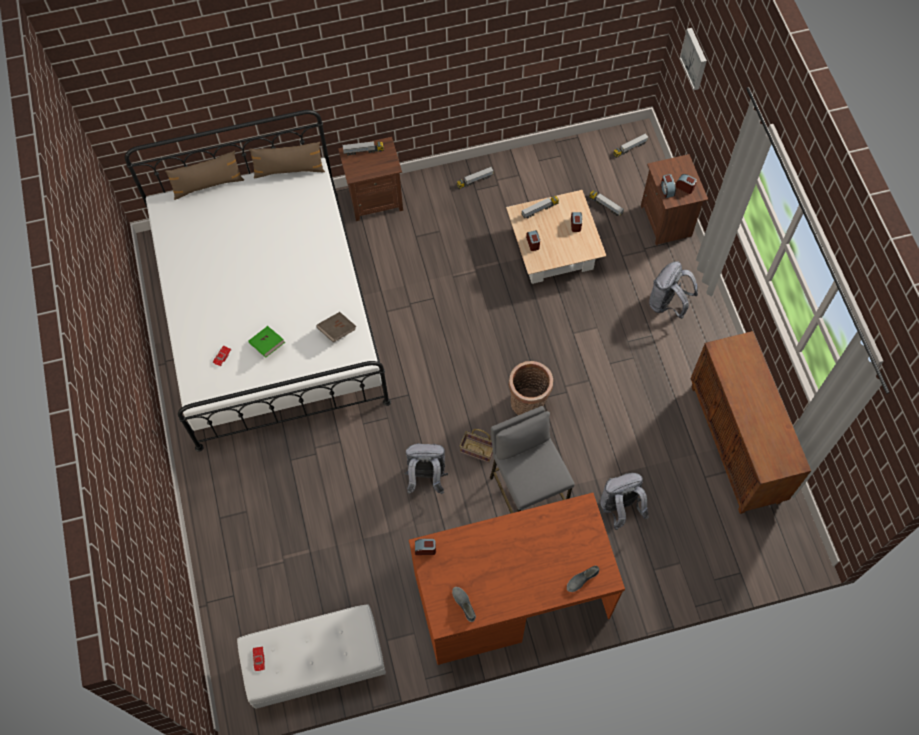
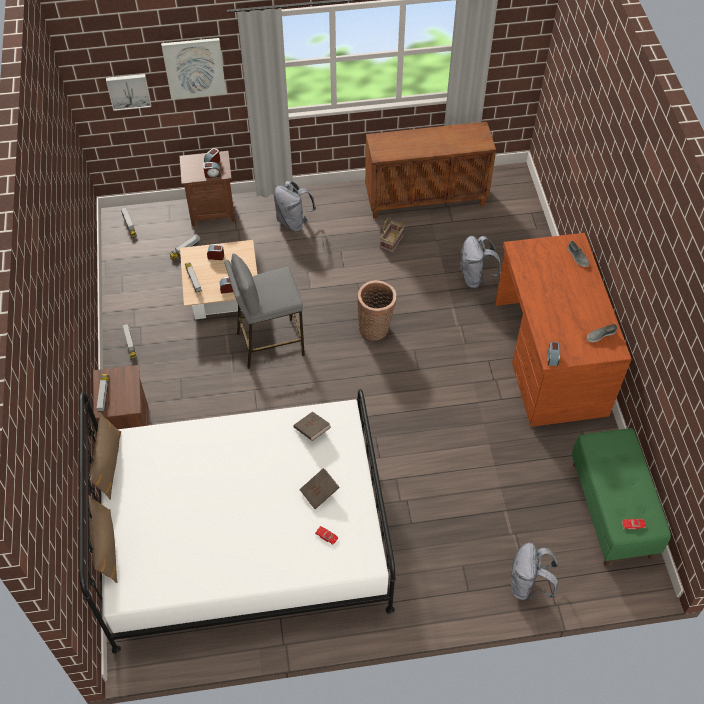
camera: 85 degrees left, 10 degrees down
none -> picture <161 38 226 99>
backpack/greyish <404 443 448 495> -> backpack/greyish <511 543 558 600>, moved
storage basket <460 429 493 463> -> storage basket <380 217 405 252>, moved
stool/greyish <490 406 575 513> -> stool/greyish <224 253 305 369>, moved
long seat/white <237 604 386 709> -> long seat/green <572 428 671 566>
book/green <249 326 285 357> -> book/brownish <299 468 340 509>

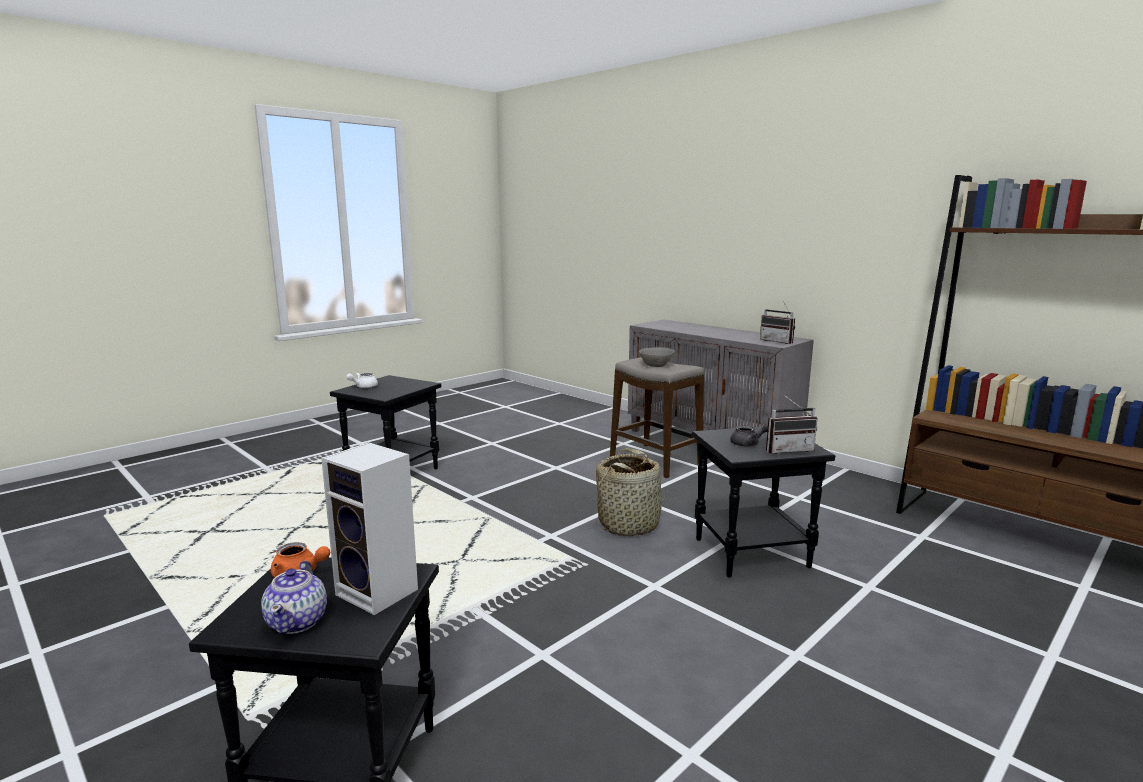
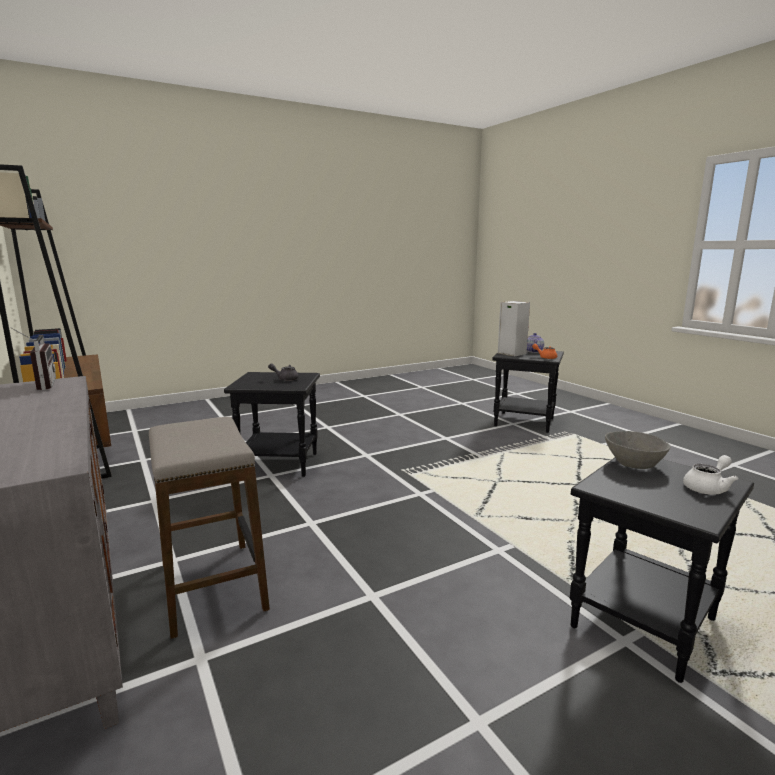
camera: 165 degrees left, 0 degrees up
storage basket <596 448 668 536> -> none
radio set <766 393 817 454> -> none
deep dish/greyish <639 347 675 367> -> deep dish/greyish <605 431 670 469>, moved

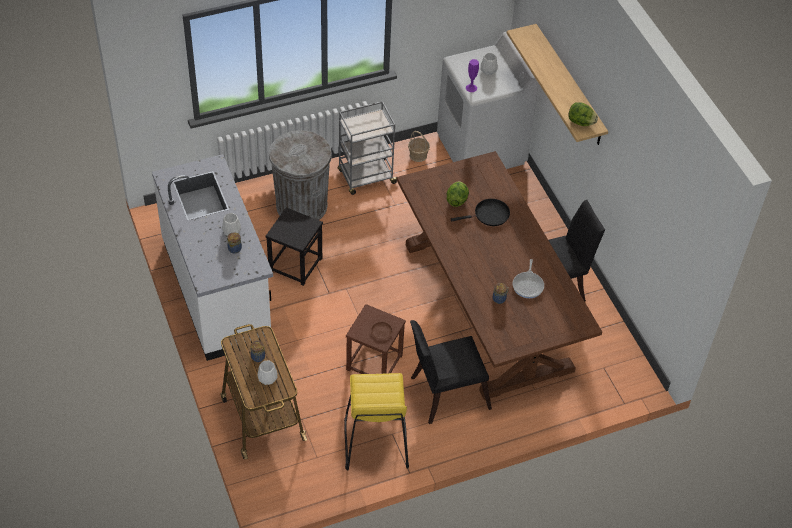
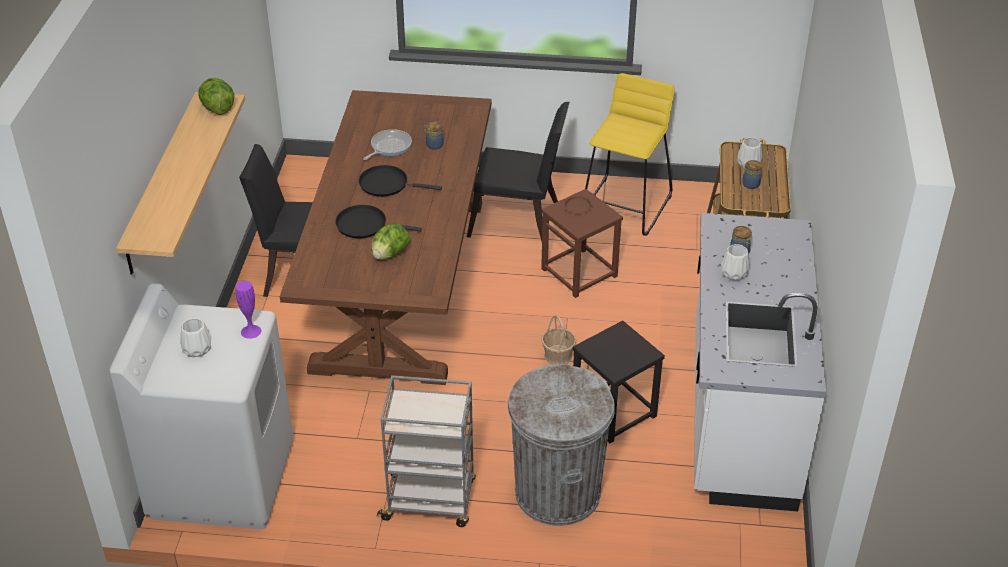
camera: 150 degrees left, 10 degrees down
none -> pan/black-coloured <359 165 442 197>
storage basket <408 131 430 162> -> storage basket <541 315 576 365>, moved

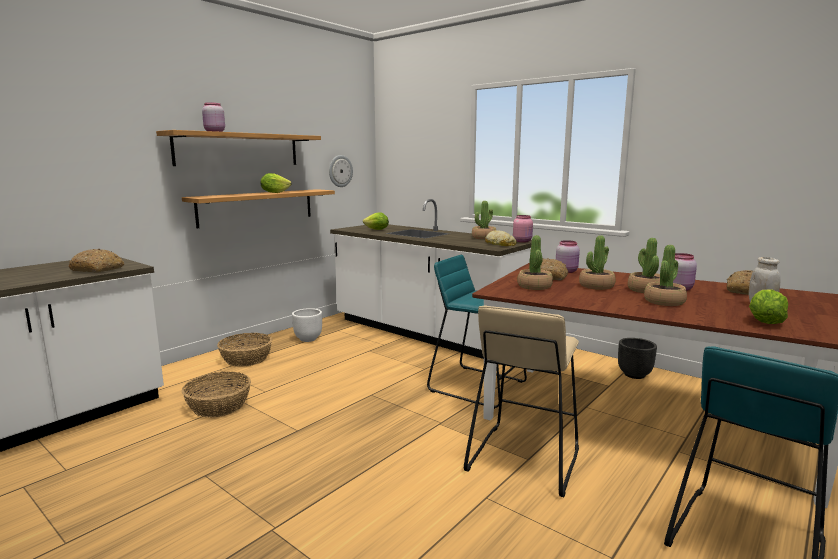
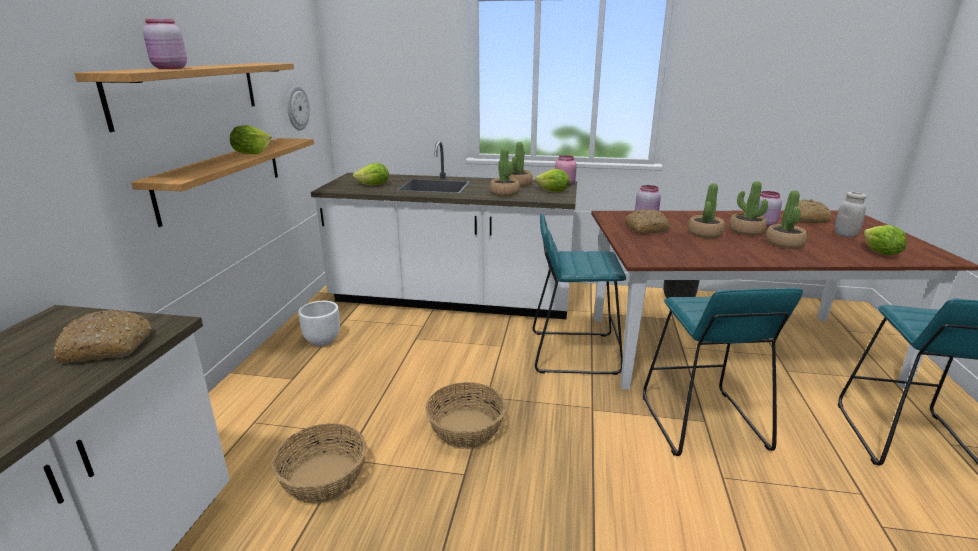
camera: 30 degrees left, 10 degrees up
storage basket <217 333 272 367> -> storage basket <425 382 506 449>, moved
houseplant <517 235 553 290> -> houseplant <490 148 520 196>, moved
baked bread <485 230 517 246> -> lettuce <535 169 570 192>
stool/sand-coloured <464 305 579 497> -> stool/turquoise <643 288 803 456>

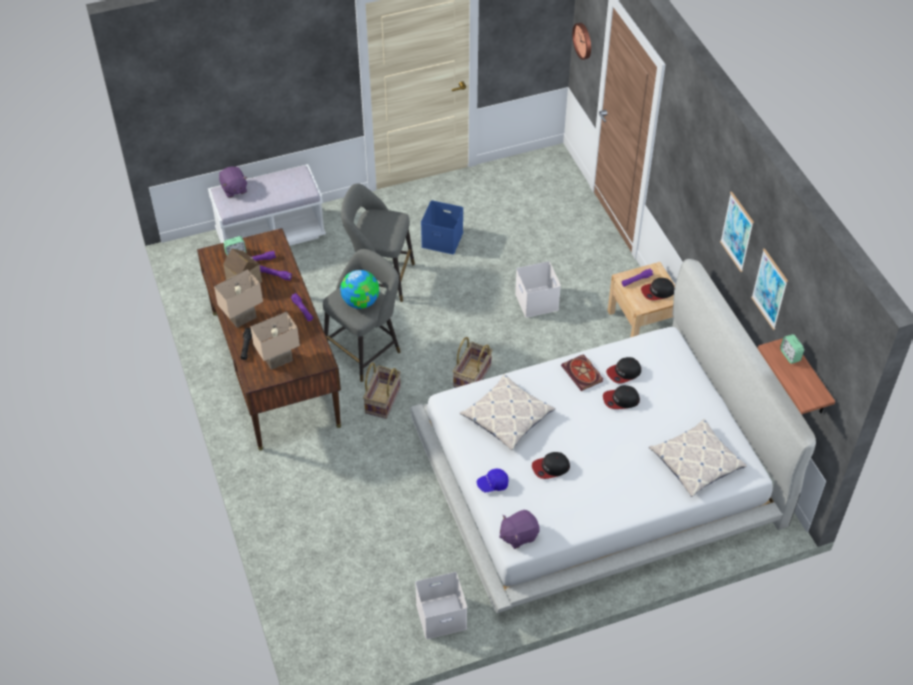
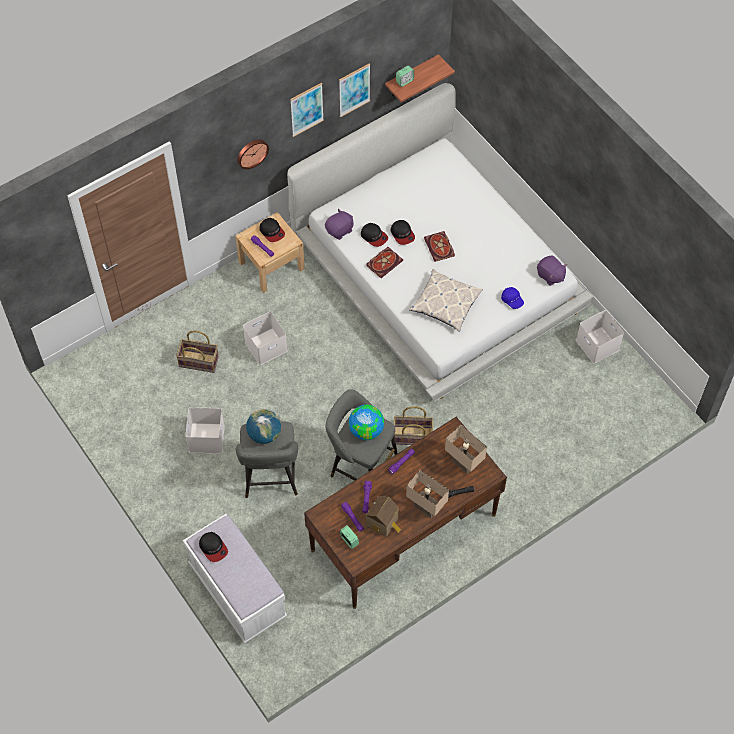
camera: 105 degrees left, 10 degrees up
cushion <649 419 747 497> -> none
none -> desk globe <246 409 281 444>
none -> book <424 231 455 262>
cuddly toy/purple <219 166 248 198> -> cuddly toy/purple <325 209 354 240>, moved
storage basket <453 337 492 388> -> storage basket <176 330 219 373>, moved
peaked cap <532 452 570 479> -> peaked cap <199 532 228 562>, moved
hanging clock <572 23 591 60> -> hanging clock <237 140 269 169>, moved
storage container/blue-coloured <421 200 463 254> -> storage container/white <185 407 224 454>

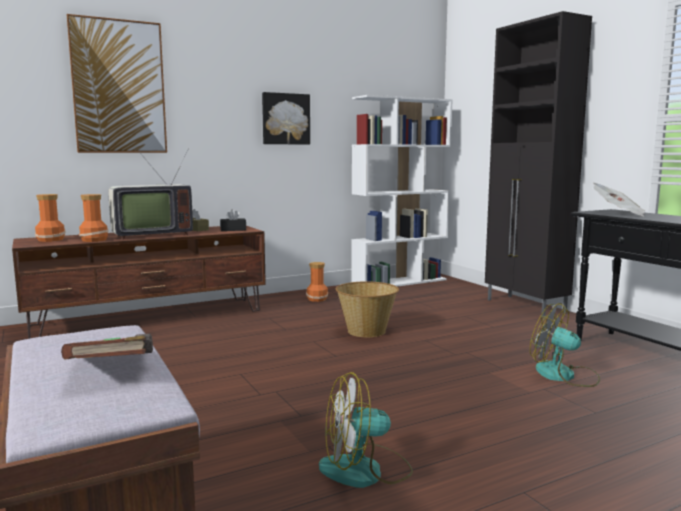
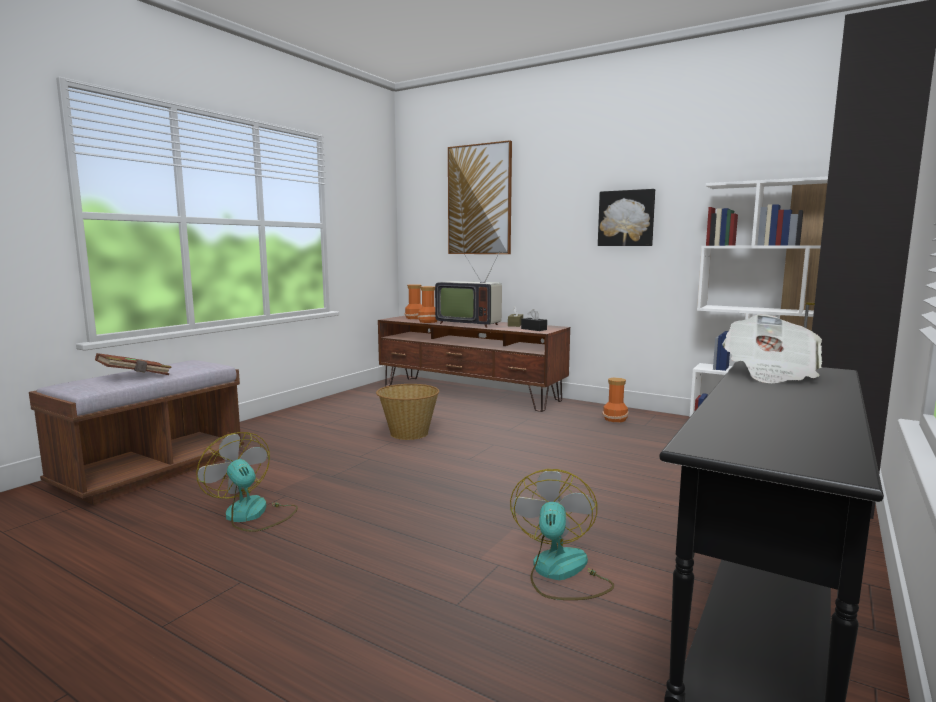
camera: 60 degrees right, 0 degrees up
storage basket <336 281 399 337> -> storage basket <376 384 439 440>, moved

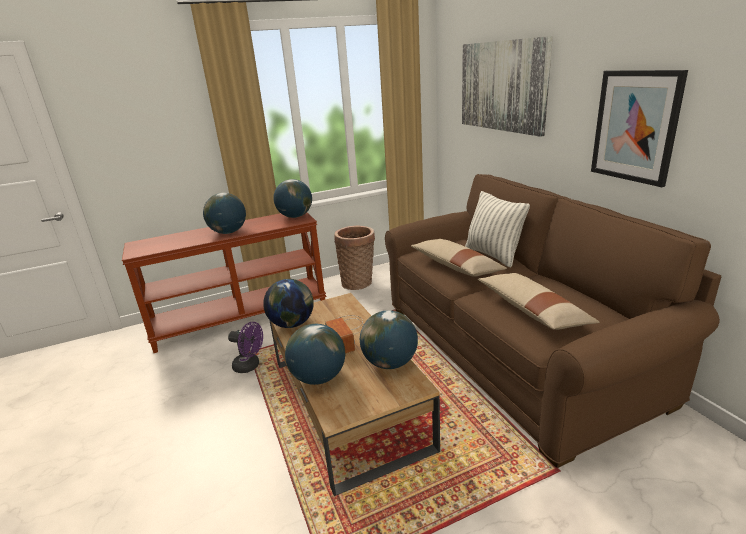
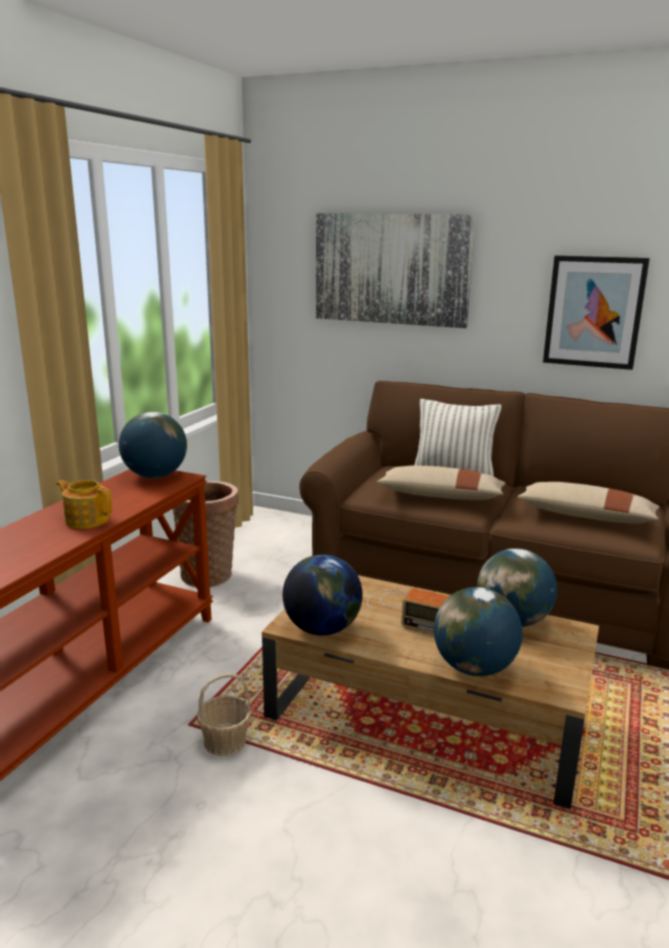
camera: 45 degrees left, 5 degrees down
desk globe <203 193 246 234> -> tea pot <56 480 112 529>
cooling fan/purple <228 322 263 373> -> storage basket <197 673 251 756>

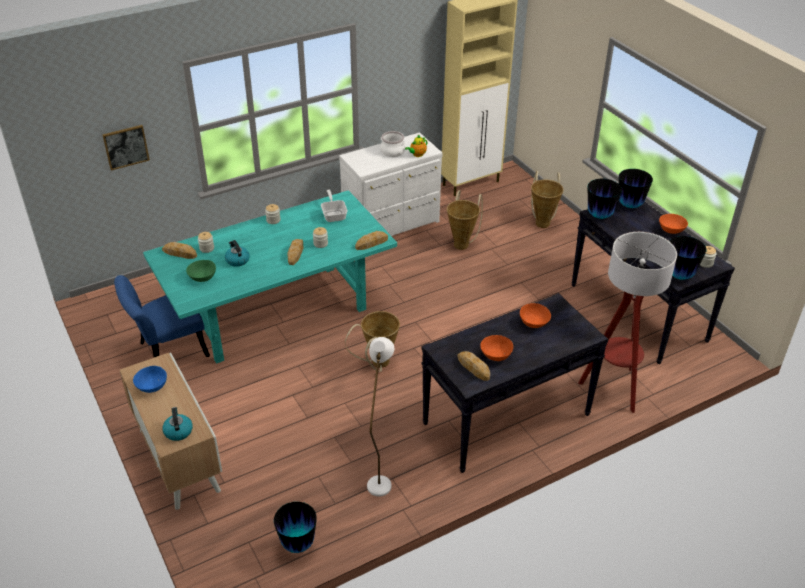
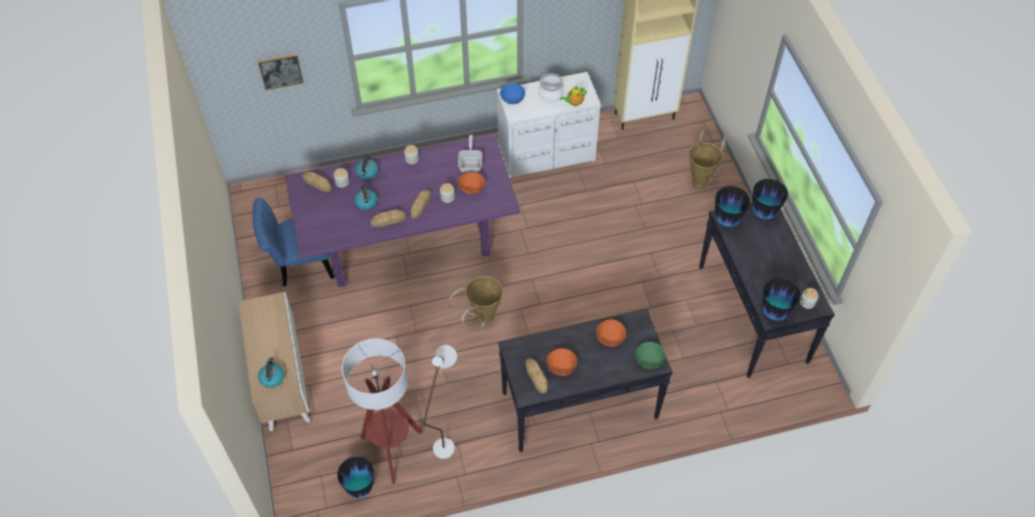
camera: 15 degrees right, 15 degrees up
storage basket <447 190 483 250> -> none
none -> tea kettle <356 155 378 179>
deep dish/blue-coloured <133 366 167 393> -> deep dish/blue-coloured <500 83 525 104>, moved
deep dish/green <186 260 216 282> -> deep dish/green <635 342 666 369>, moved
baked bread <355 231 388 250> -> baked bread <370 209 406 227>, moved
standing lamp <578 232 677 413> -> standing lamp <342 338 423 484>, moved
deep dish/orange-coloured <659 214 688 234> -> deep dish/orange-coloured <458 172 485 194>, moved
dinner table/turquoise <143 190 397 364> -> dinner table/purple <285 134 520 287>

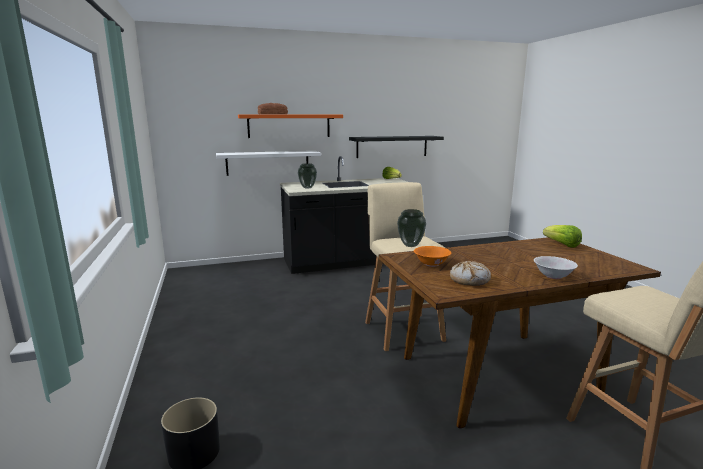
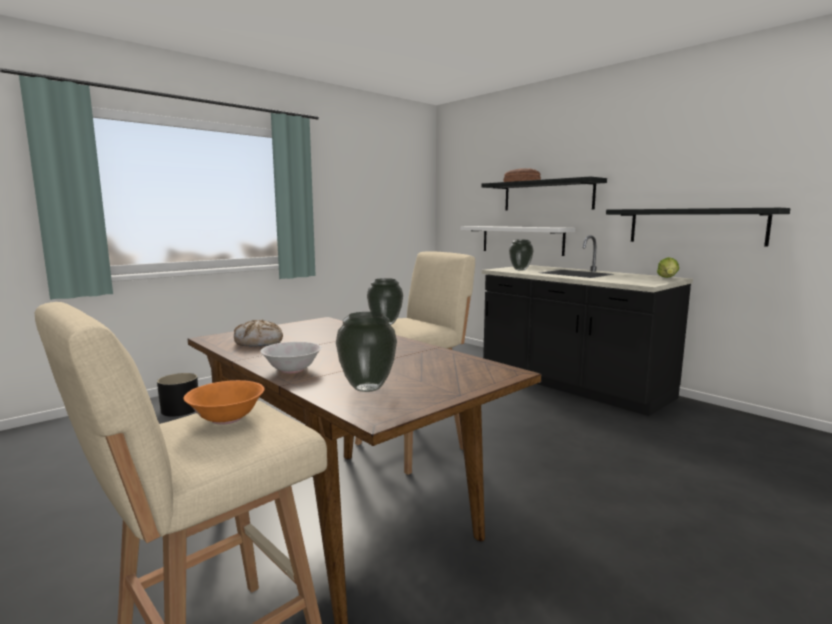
camera: 65 degrees right, 5 degrees down
lettuce <543 225 582 248> -> none
none -> flower vase <336 312 397 392>
deep dish/orange-coloured <414 246 451 267> -> deep dish/orange-coloured <184 380 264 425>, moved
shelf/orange-coloured <238 115 343 138> -> shelf/black-coloured <481 176 607 211>

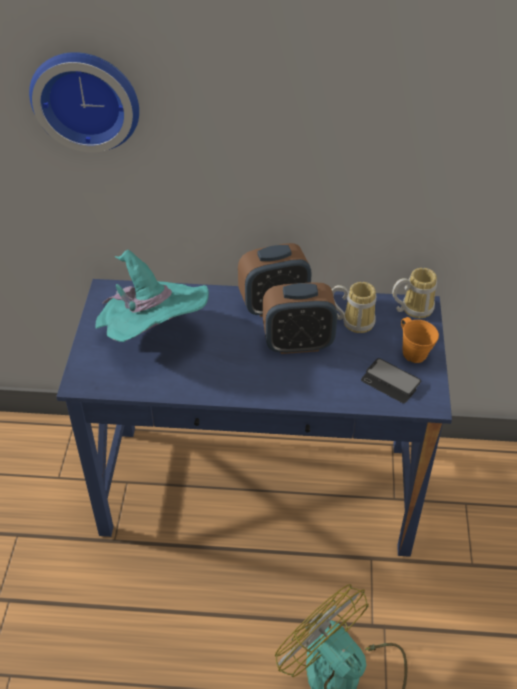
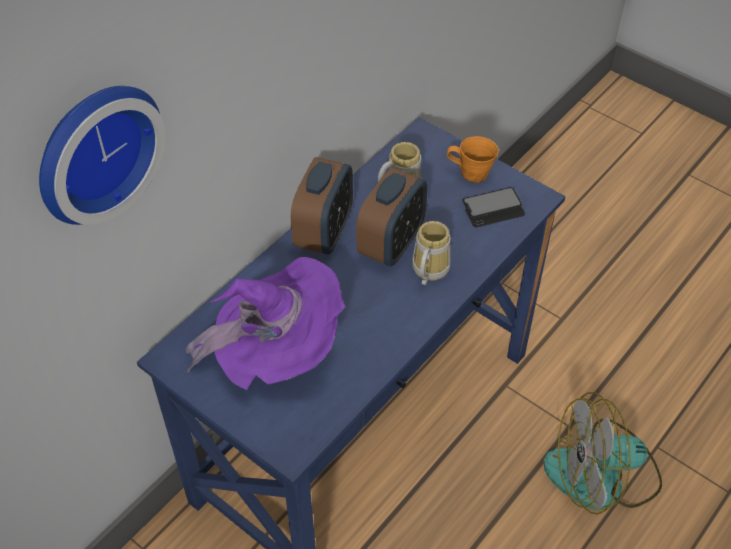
camera: 55 degrees left, 5 degrees up
mug <392 268 437 318> -> mug <412 221 451 285>, moved
clothing hat/turquoise <96 250 209 342> -> clothing hat/purple <186 257 345 390>

